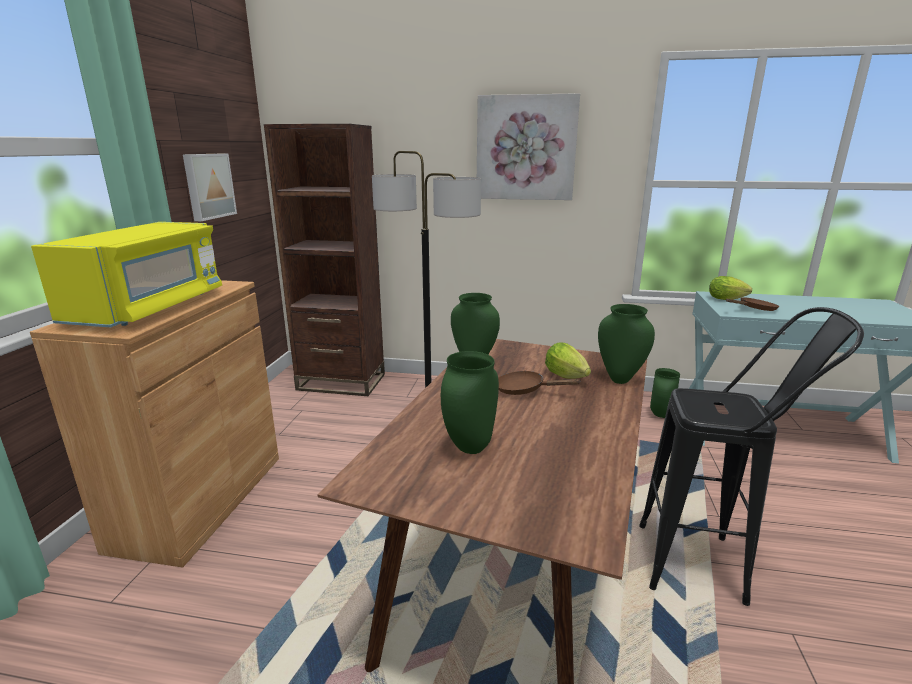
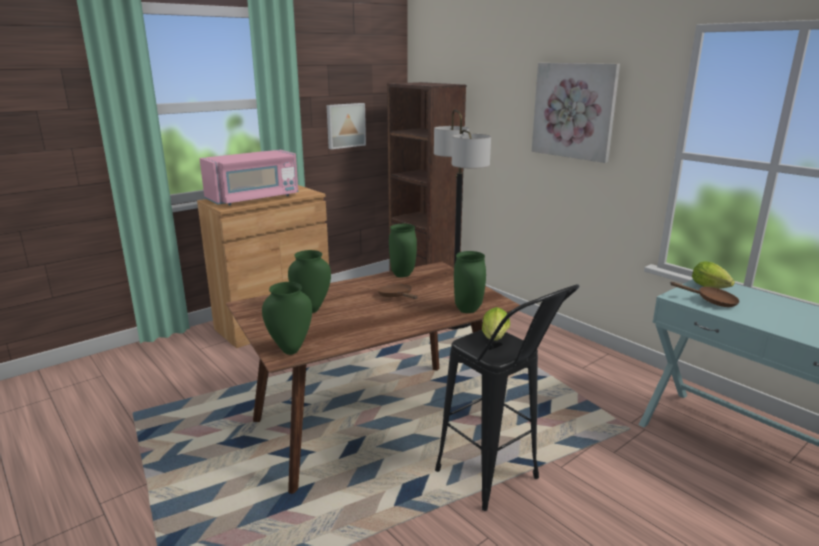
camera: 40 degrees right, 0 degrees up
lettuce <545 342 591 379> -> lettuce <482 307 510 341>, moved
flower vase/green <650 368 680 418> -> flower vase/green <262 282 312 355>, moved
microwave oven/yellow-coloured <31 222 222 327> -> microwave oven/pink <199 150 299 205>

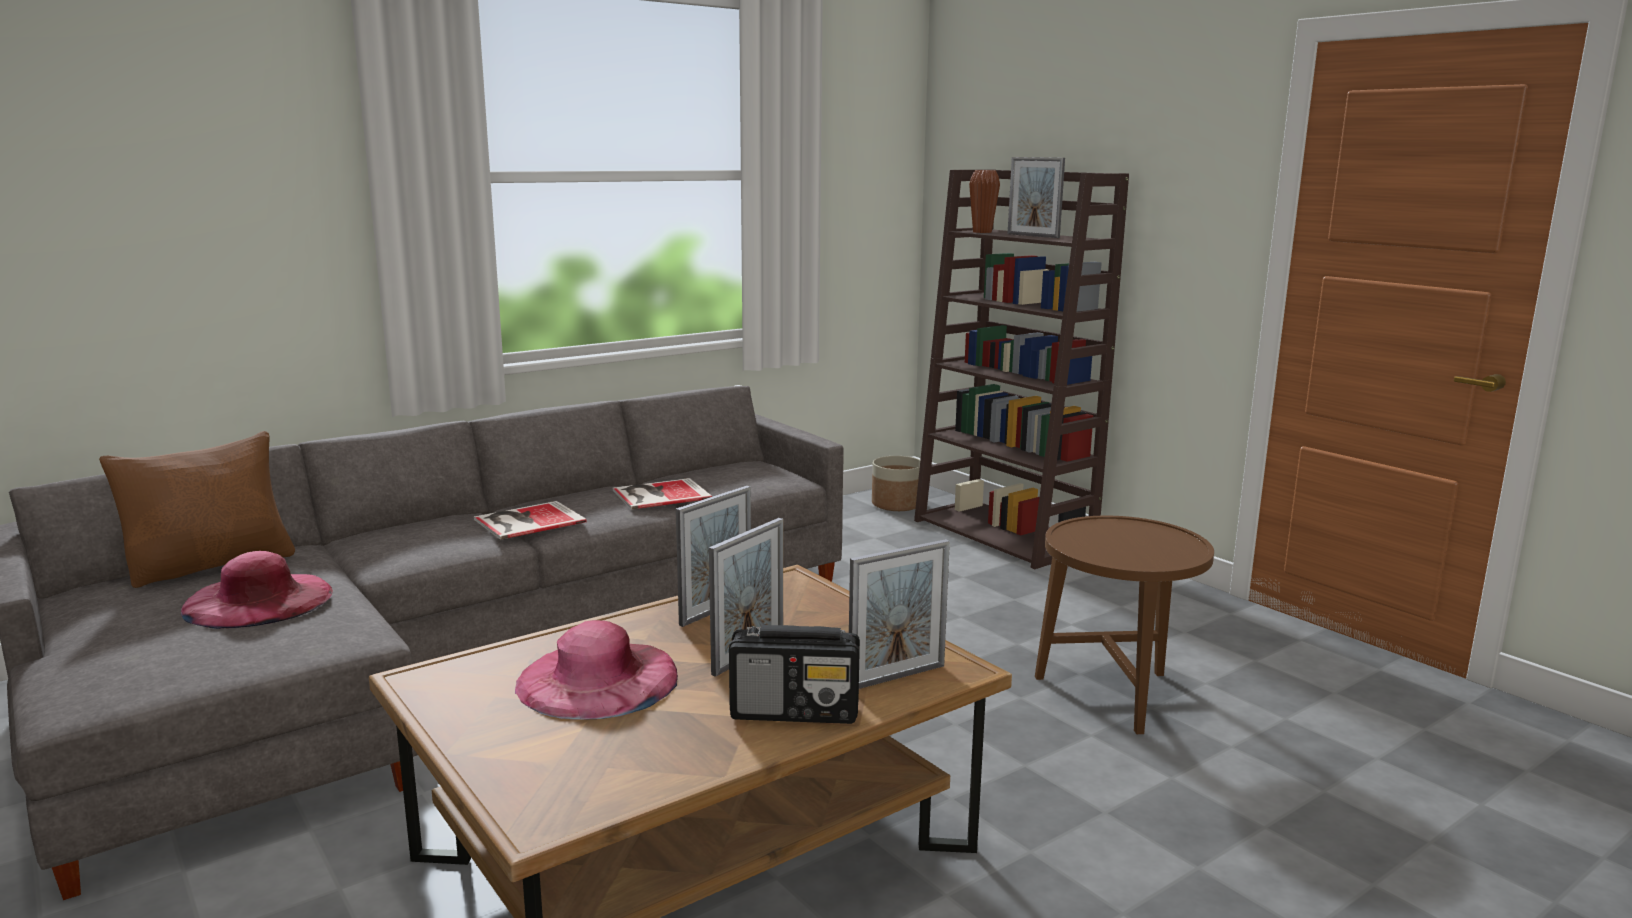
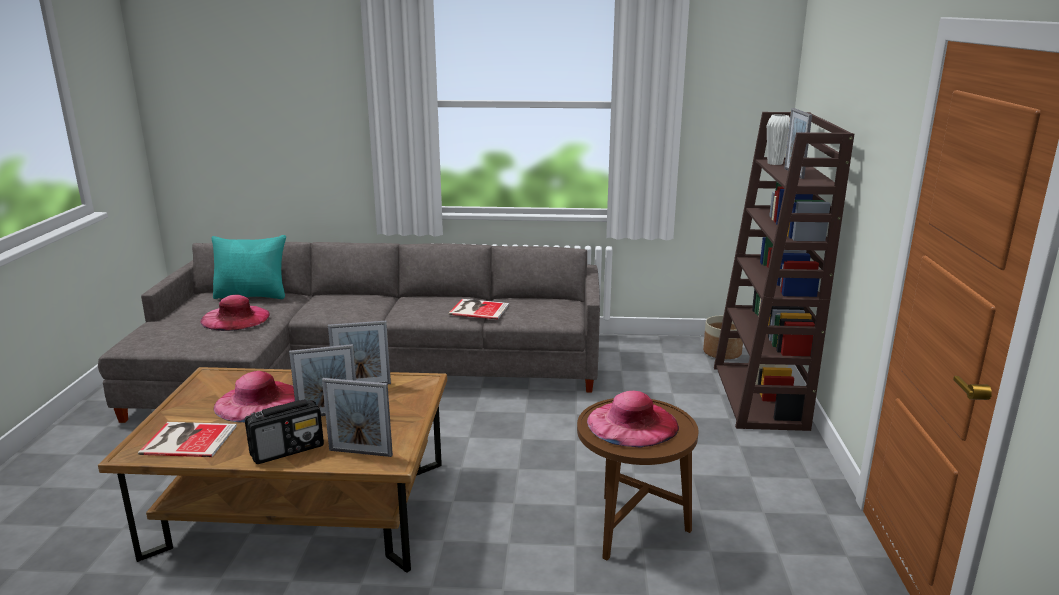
camera: 40 degrees right, 5 degrees up
none -> clothing hat/pink <587 391 679 448>
book <474 501 587 540> -> book <138 422 237 457>, moved
cushion/brownish <99 431 295 588> -> cushion/turquoise <211 235 286 299>
flower vase/brownish <969 170 1000 233> -> flower vase/white <767 114 790 165>
radio set <729 625 860 724> -> radio set <245 399 324 464>, 75 degrees counterclockwise

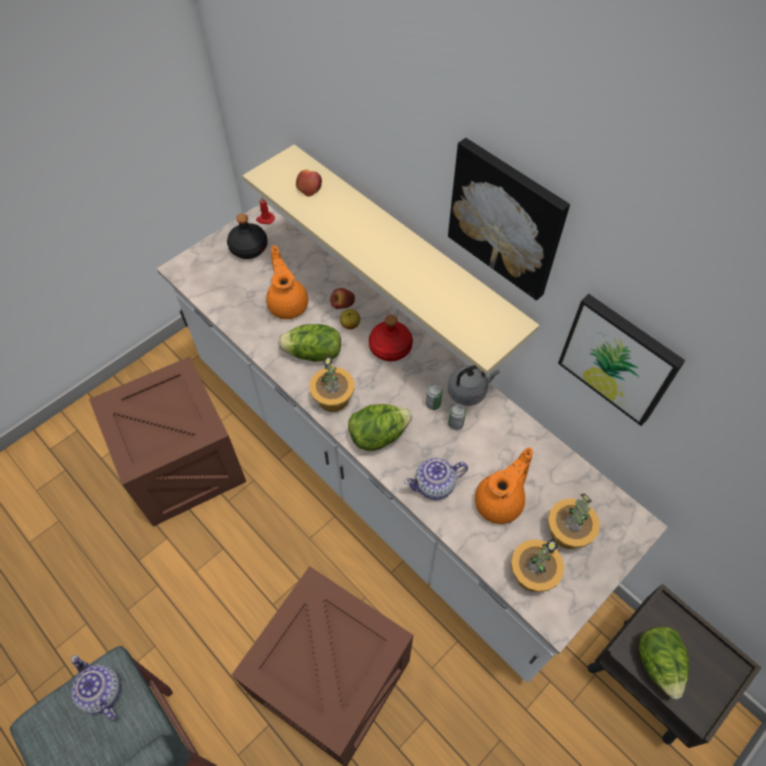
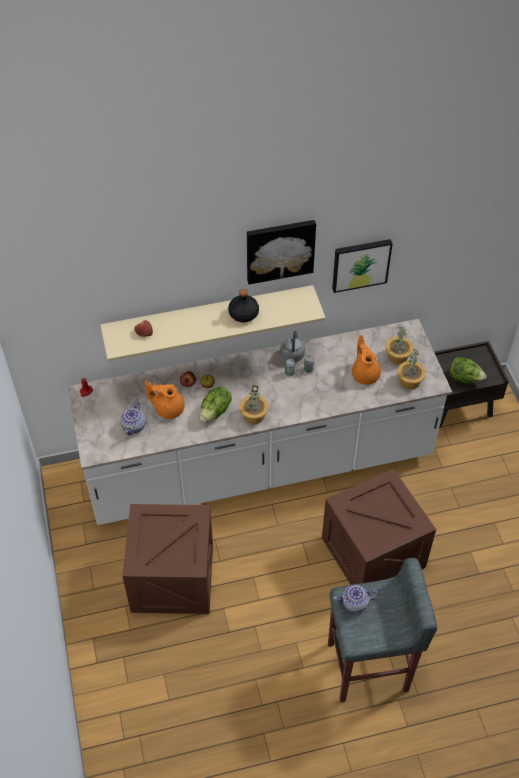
camera: 60 degrees left, 5 degrees down
lettuce <348 404 412 451> -> none
drink bottle/red-coloured <369 315 413 361> -> none
drink bottle/black-coloured <227 214 268 259> -> drink bottle/black-coloured <228 289 259 322>, moved
tea pot <404 458 468 500> -> tea pot <120 402 146 435>, moved

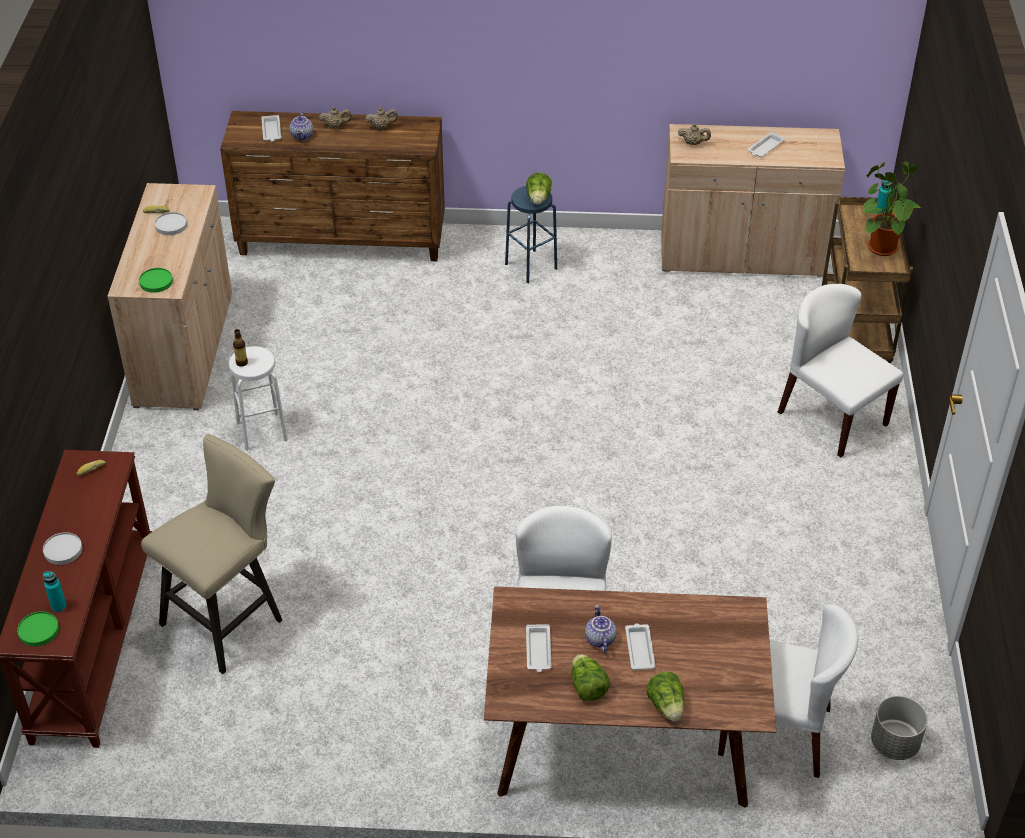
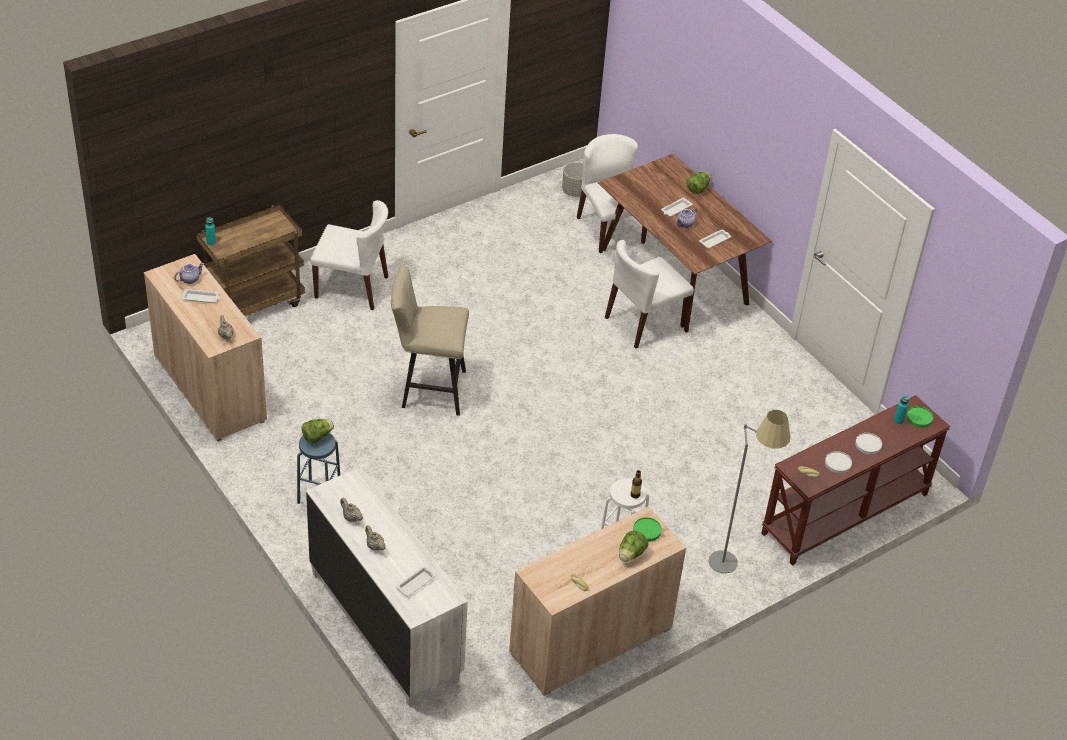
camera: 130 degrees left, 0 degrees up
houseplant <862 161 921 256> -> none
none -> standing lamp/greyish <709 410 790 573>
stool/sand-coloured <141 434 282 674> -> stool/sand-coloured <391 265 469 416>, moved
flat dish/white <155 212 187 235> -> flat dish/white <825 451 852 474>, moved
tea pot <290 112 313 141> -> tea pot <174 263 204 284>, moved
lettuce <571 654 610 701> -> lettuce <619 531 648 562>, moved
chest of drawers/brownish <220 111 445 261> -> chest of drawers/white <306 467 468 707>
plain chair/white <778 284 903 458> -> plain chair/white <310 200 388 310>, 90 degrees counterclockwise

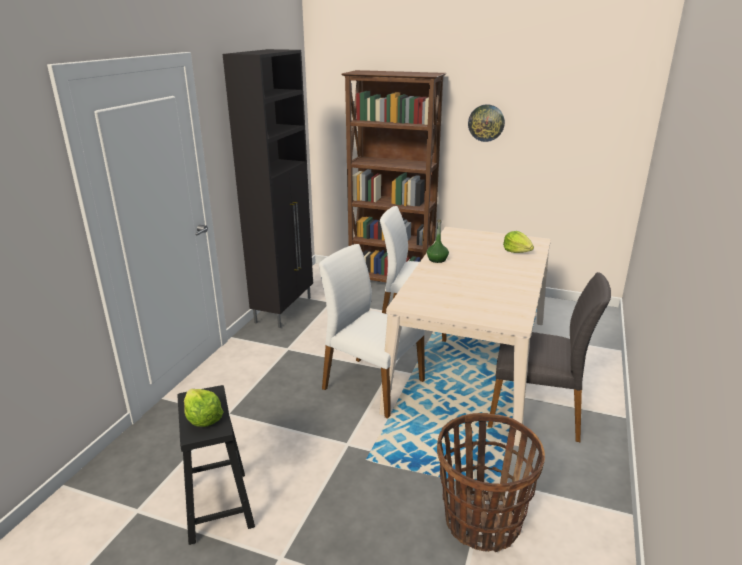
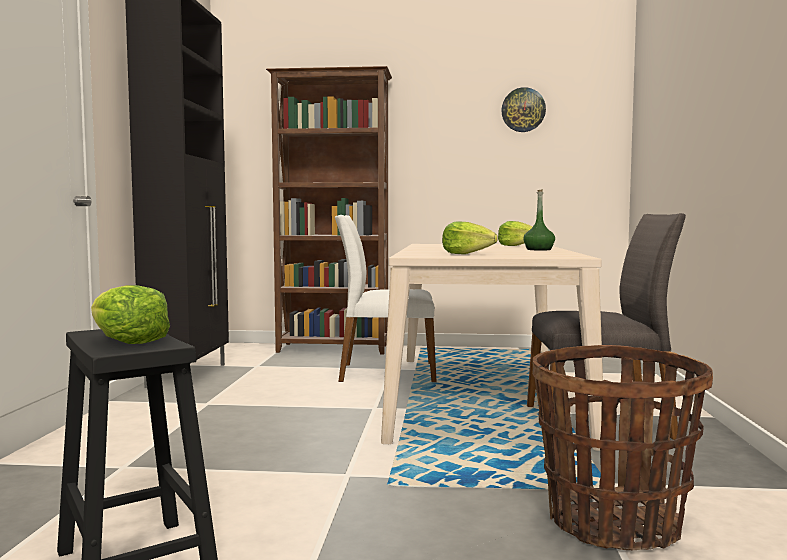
camera: 15 degrees left, 20 degrees down
plain chair/white <319 244 425 419> -> none
none -> lettuce <442 221 498 254>
drink bottle/green <427 220 449 263> -> drink bottle/green <523 190 555 250>, moved
hanging clock <468 104 505 142> -> hanging clock <501 87 546 132>, moved

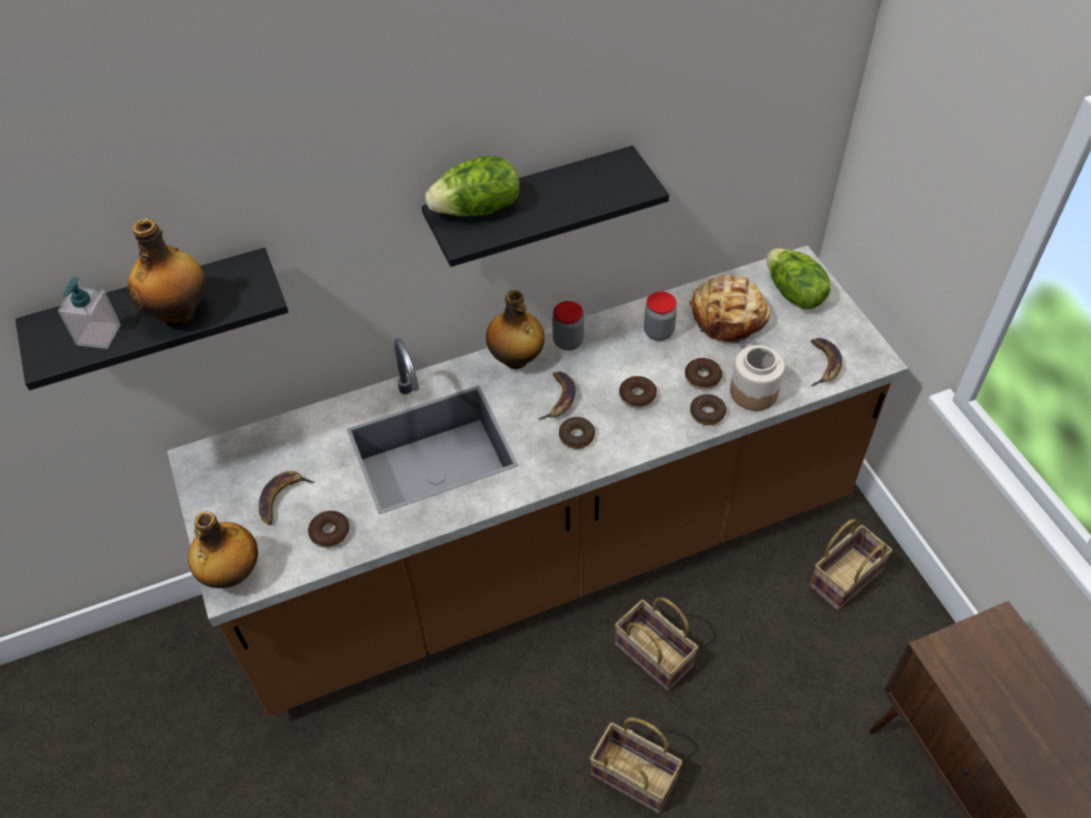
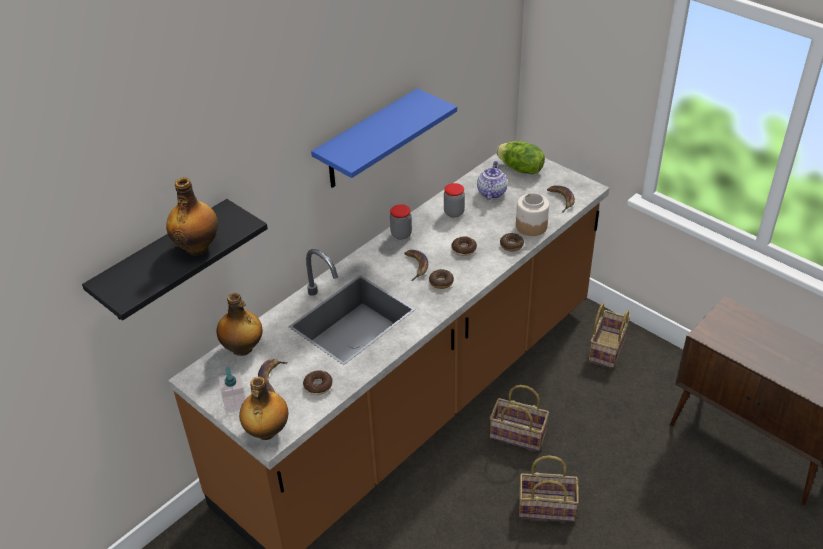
camera: 25 degrees left, 10 degrees down
lettuce <425 156 519 216> -> none
donut <685 358 722 390> -> none
soap dispenser <58 276 121 349> -> soap dispenser <218 367 246 413>, moved
drink bottle <486 290 545 369> -> drink bottle <216 293 262 356>, moved
baked bread <690 274 770 348> -> tea pot <477 161 508 200>
shelf/black-coloured <422 146 669 267> -> shelf/blue-coloured <311 88 457 188>

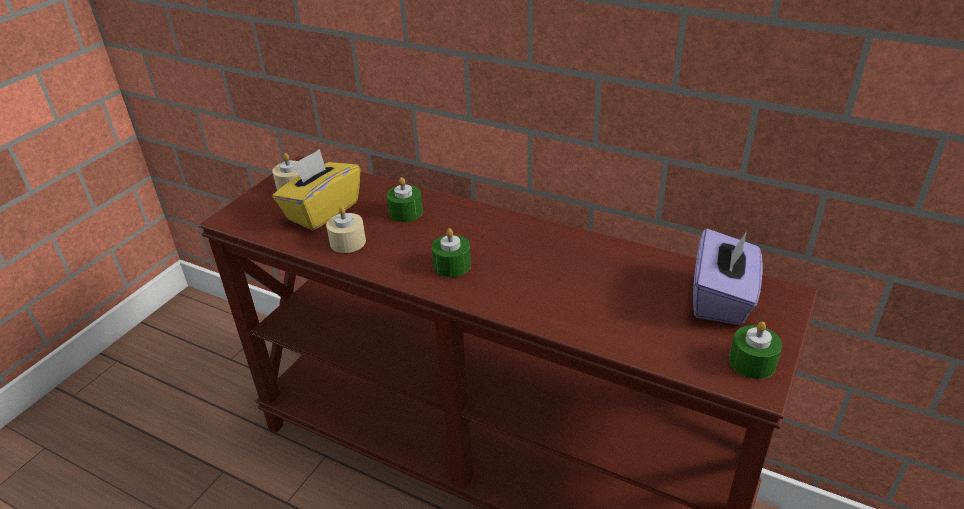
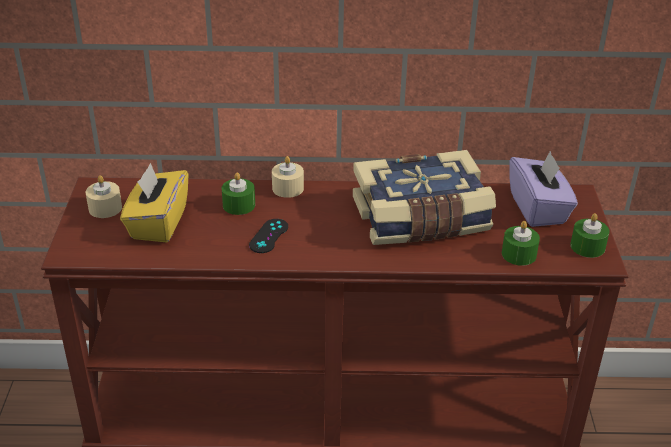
camera: 30 degrees left, 0 degrees up
none -> game controller/black-coloured <249 219 288 253>
none -> book <353 150 496 245>
wax candle/sand-coloured <326 206 366 253> -> wax candle/sand-coloured <272 156 304 198>, moved
wax candle/green <432 228 471 277> -> wax candle/green <502 221 540 266>, moved

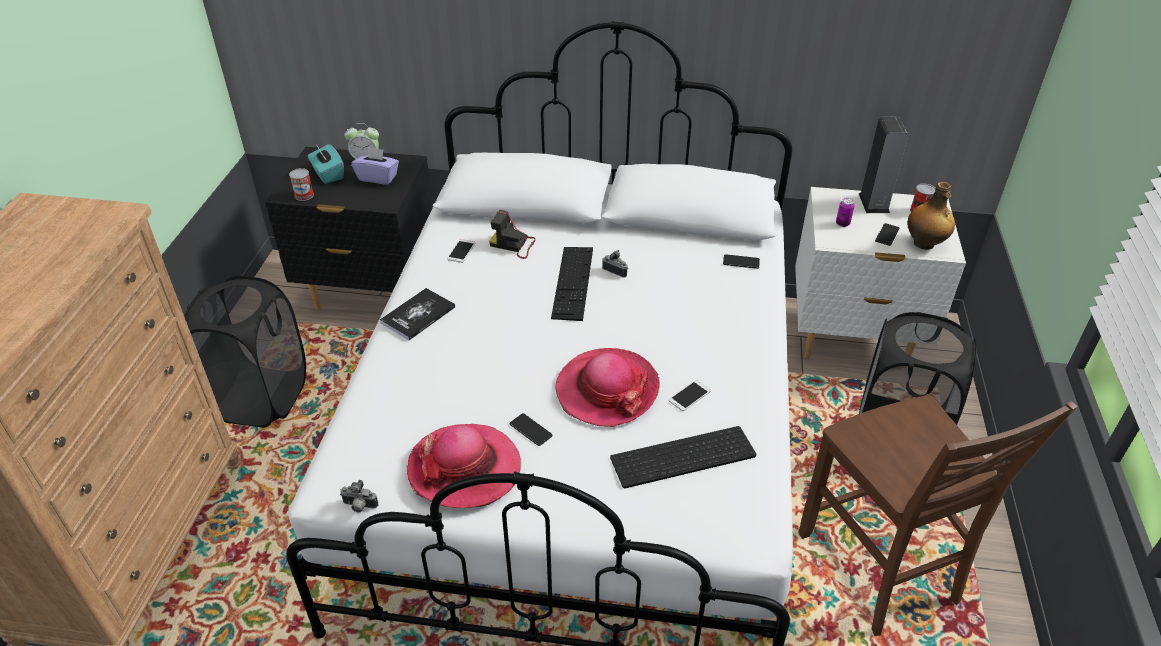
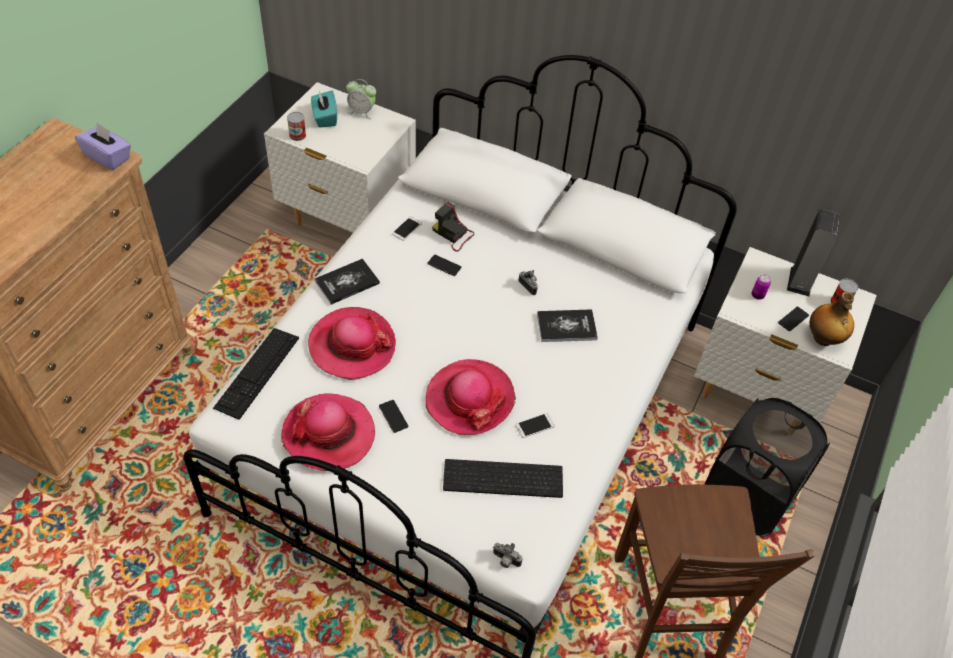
camera: 15 degrees right, 10 degrees up
hamper/black-coloured <184 276 306 428> -> none
none -> clothing hat <308 307 396 380>
none -> book <537 309 598 342>
still camera <340 480 378 513> -> still camera <493 543 523 568>, moved
tissue holder/purple <351 147 399 185> -> tissue holder/purple <75 122 131 170>, moved
PC keyboard <551 247 593 321> -> PC keyboard <213 328 299 420>, moved
phone <723 254 760 269> -> phone <427 255 462 276>, moved
nightstand/black-coloured <265 147 433 310> -> nightstand/white <264 82 416 233>

